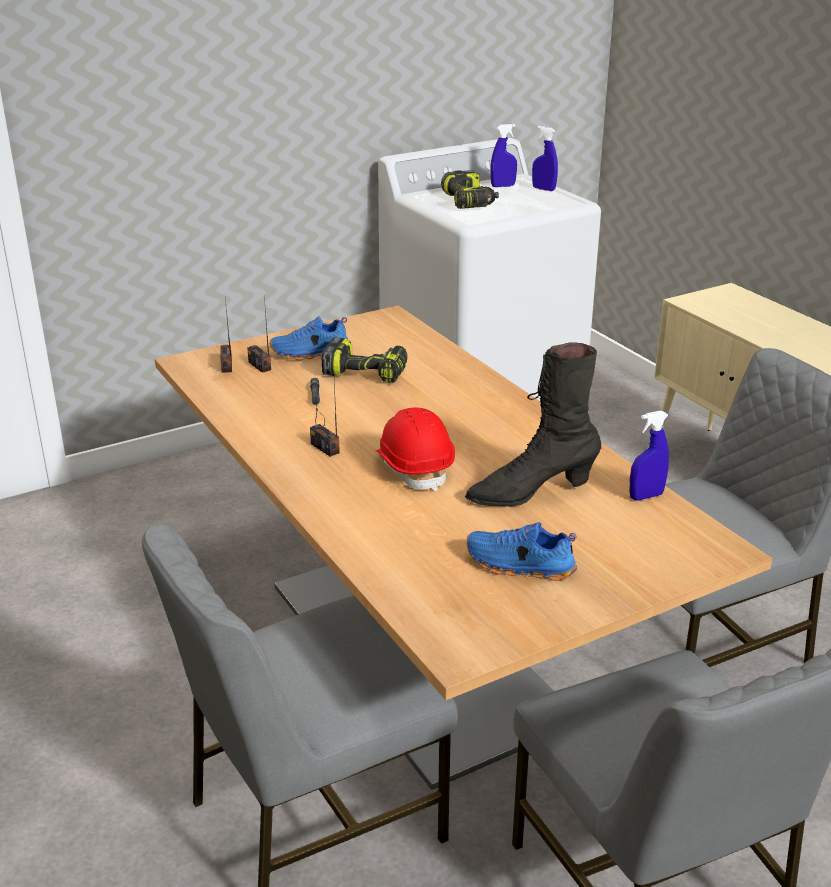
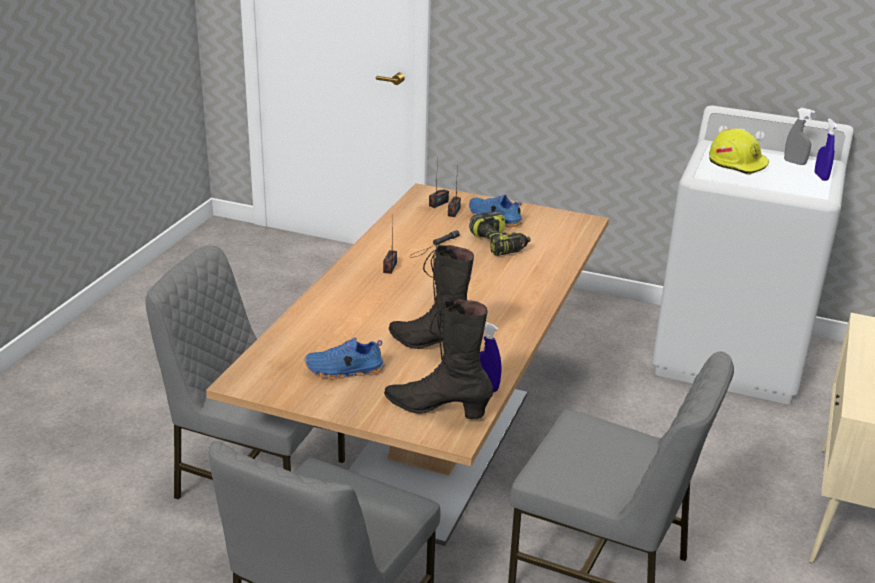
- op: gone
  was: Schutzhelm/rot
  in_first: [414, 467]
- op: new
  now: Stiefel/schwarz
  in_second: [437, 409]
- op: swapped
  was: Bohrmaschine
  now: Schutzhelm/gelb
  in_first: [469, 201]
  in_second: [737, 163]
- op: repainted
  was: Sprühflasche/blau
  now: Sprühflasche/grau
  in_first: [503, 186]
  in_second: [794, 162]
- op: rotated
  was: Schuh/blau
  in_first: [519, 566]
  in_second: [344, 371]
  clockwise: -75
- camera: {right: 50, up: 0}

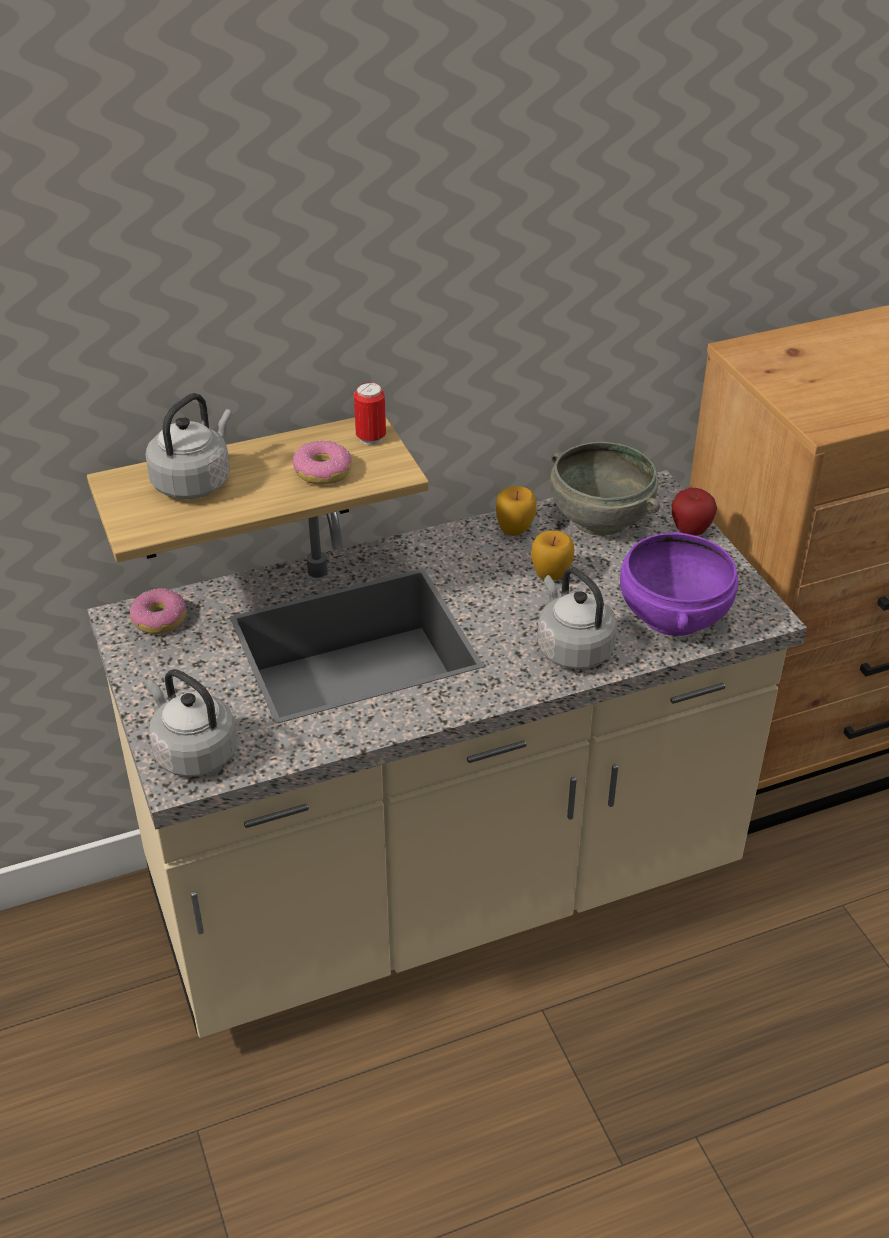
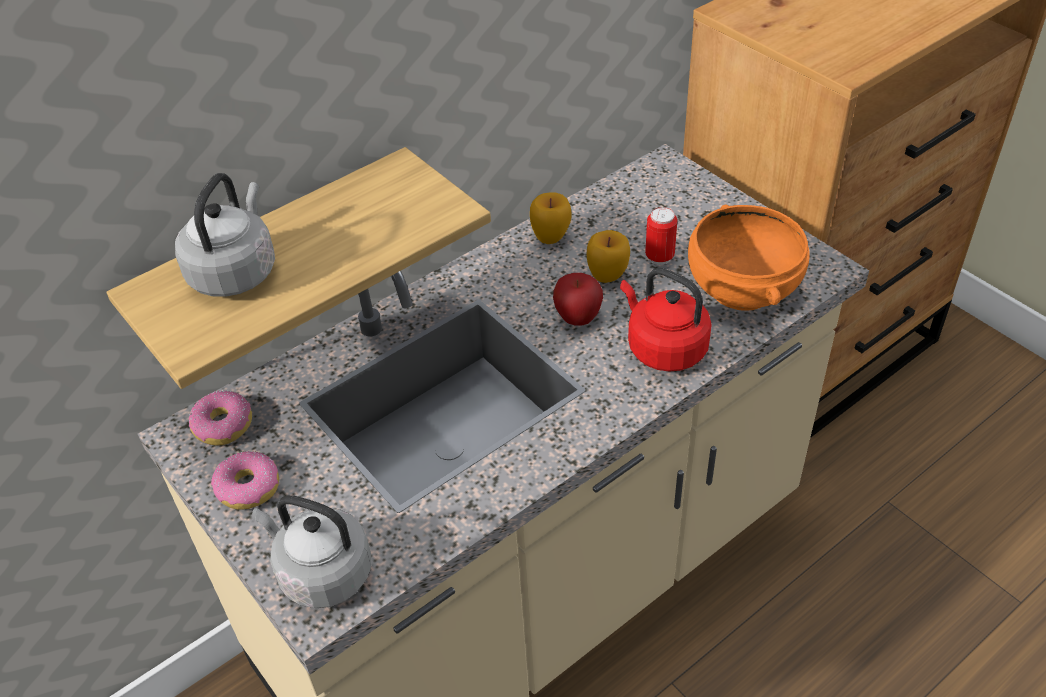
- op: gone
  was: Schüssel/grau
  in_first: [599, 518]
- op: shifted
  was: Donut
  in_first: [322, 472]
  in_second: [248, 488]
- op: shifted
  was: Dose
  in_first: [371, 438]
  in_second: [659, 257]
- op: shifted
  was: Apfel
  in_first: [690, 531]
  in_second: [578, 318]
- op: repainted
  was: Wasserkessel/grau
  now: Wasserkessel/rot
  in_first: [572, 648]
  in_second: [663, 348]
- op: repainted
  was: Schüssel/lila
  now: Schüssel/orange
  in_first: [671, 615]
  in_second: [741, 289]
- camera: {right: -15, up: 5}

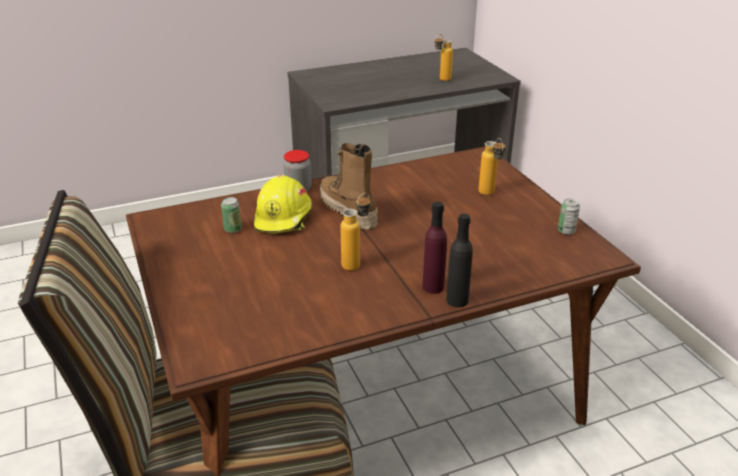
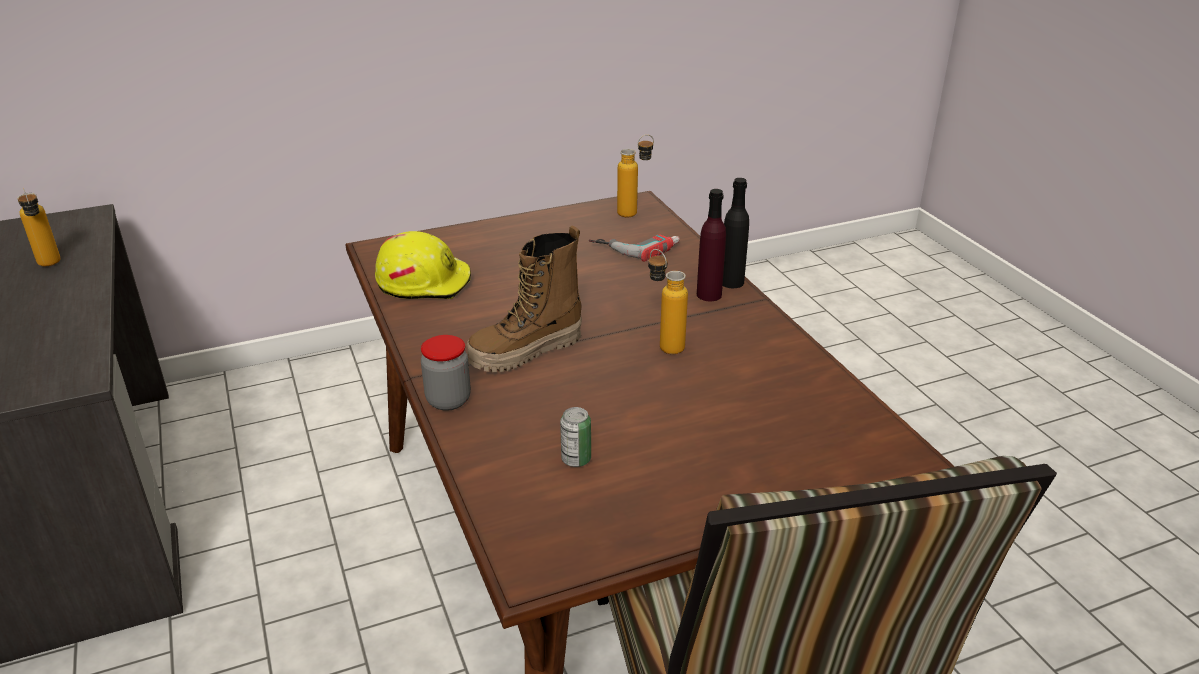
- op: gone
  was: Dose
  in_first: [566, 231]
- op: new
  now: Bohrmaschine
  in_second: [635, 246]
- op: shifted
  was: Schutzhelm/gelb
  in_first: [284, 218]
  in_second: [424, 282]
- op: shifted
  was: Flasche
  in_first: [489, 195]
  in_second: [634, 212]
- camera: {right: -90, up: 0}

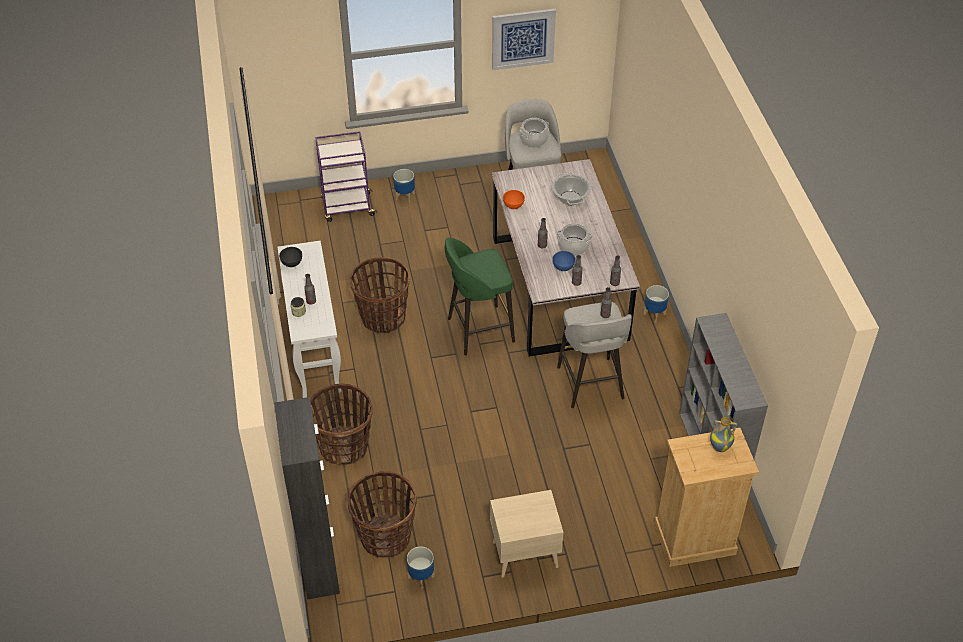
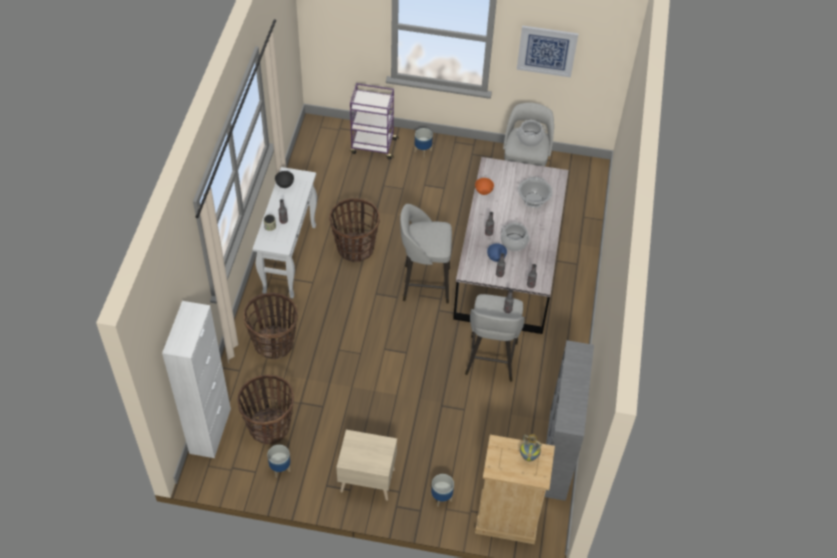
- op: shifted
  was: Pflanzkübel
  in_first: [654, 314]
  in_second: [441, 497]
- op: repainted
  was: Schrank/schwarz
  now: Schrank/weiß
  in_first: [319, 566]
  in_second: [210, 431]
- op: repainted
  was: Hocker/grün
  now: Hocker/grau
  in_first: [478, 330]
  in_second: [424, 284]
- camera: {right: 20, up: 5}

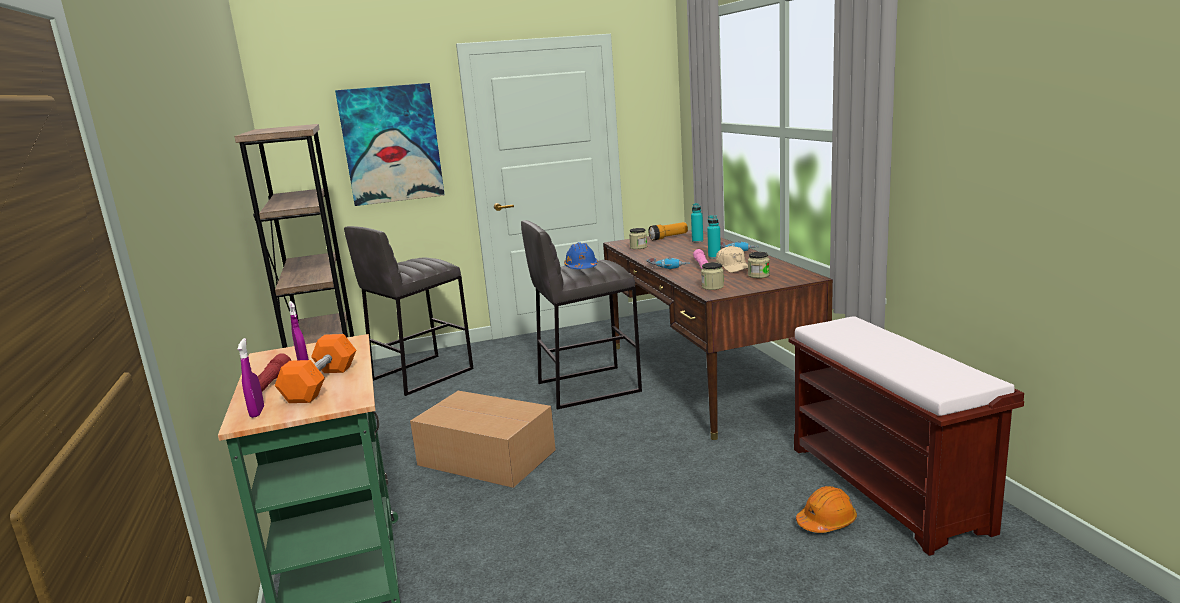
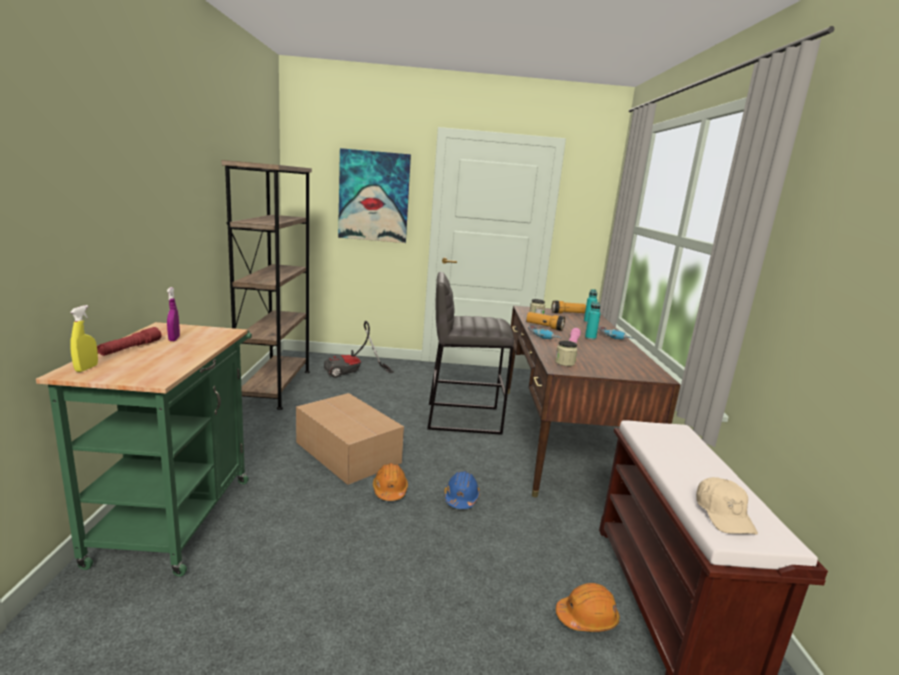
- op: gone
  was: Hantel/orange
  in_first: [321, 384]
- op: gone
  was: Vorratsglas
  in_first: [758, 275]
- op: new
  now: Schutzhelm/orange
  in_second: [390, 490]
- op: new
  now: Taschenlampe
  in_second: [544, 327]
- op: shifted
  was: Schutzhelm/blau
  in_first: [581, 267]
  in_second: [461, 498]
- op: shifted
  was: Kappe/beige
  in_first: [733, 267]
  in_second: [723, 514]
- op: swapped
  was: Hocker/grau
  now: Staubsauger
  in_first: [421, 374]
  in_second: [353, 373]
- op: repainted
  was: Sprühflasche/lila
  now: Sprühflasche/gelb
  in_first: [257, 412]
  in_second: [86, 368]
- camera: {right: 15, up: 0}

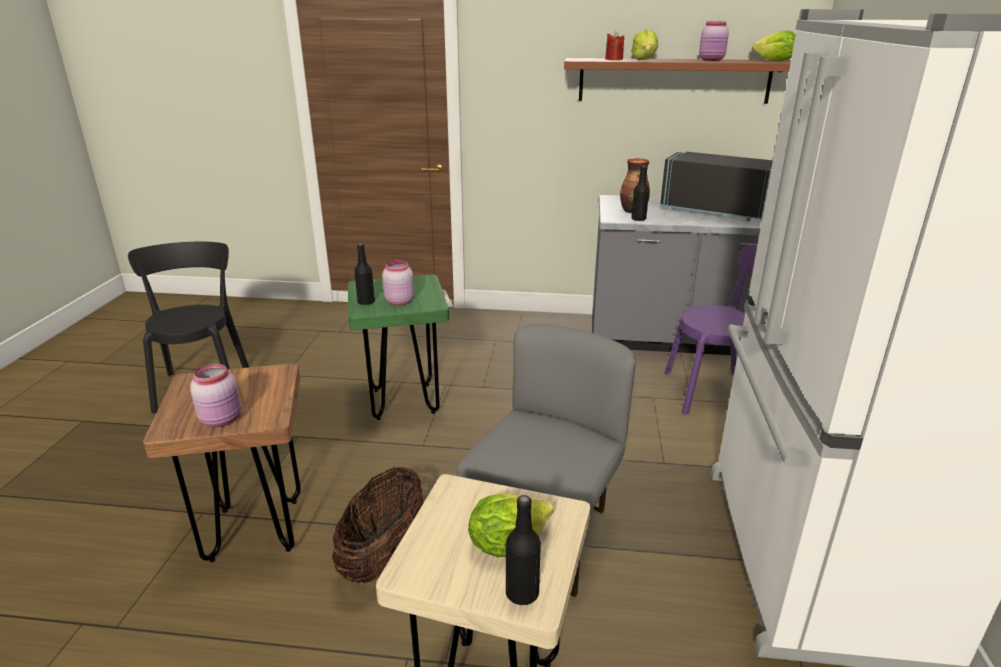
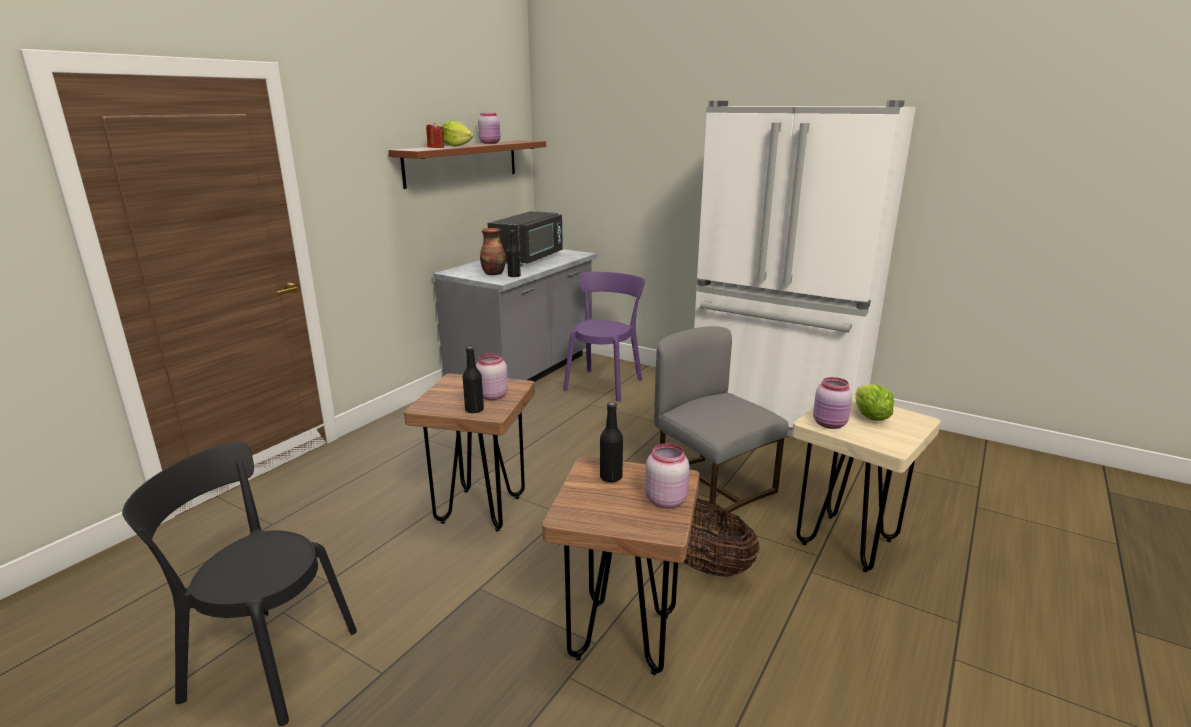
- op: gone
  was: Salatkopf
  in_first: [775, 61]
- op: new
  now: Vorratsglas/rosa
  in_second: [830, 424]
- op: shifted
  was: Flasche/schwarz
  in_first: [522, 593]
  in_second: [611, 477]
- op: repainted
  was: Hocker/grün
  now: Hocker/braun
  in_first: [404, 401]
  in_second: [481, 509]
- op: rotated
  was: Mikrowelle/schwarz
  in_first: [716, 210]
  in_second: [529, 259]
  clockwise: 150
- camera: {right: -65, up: -5}

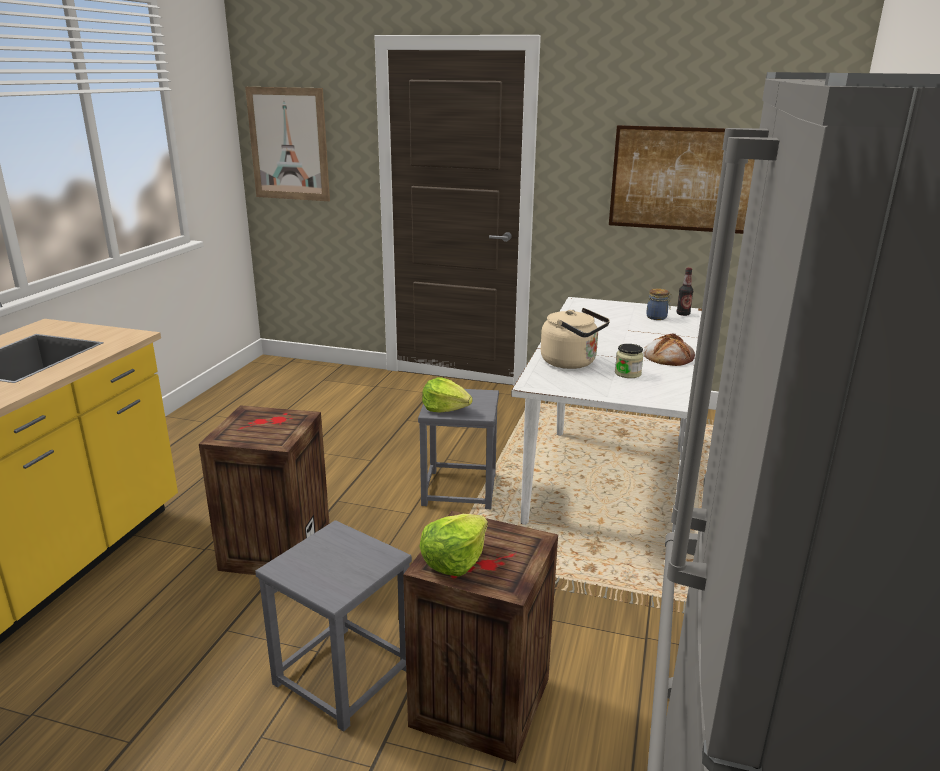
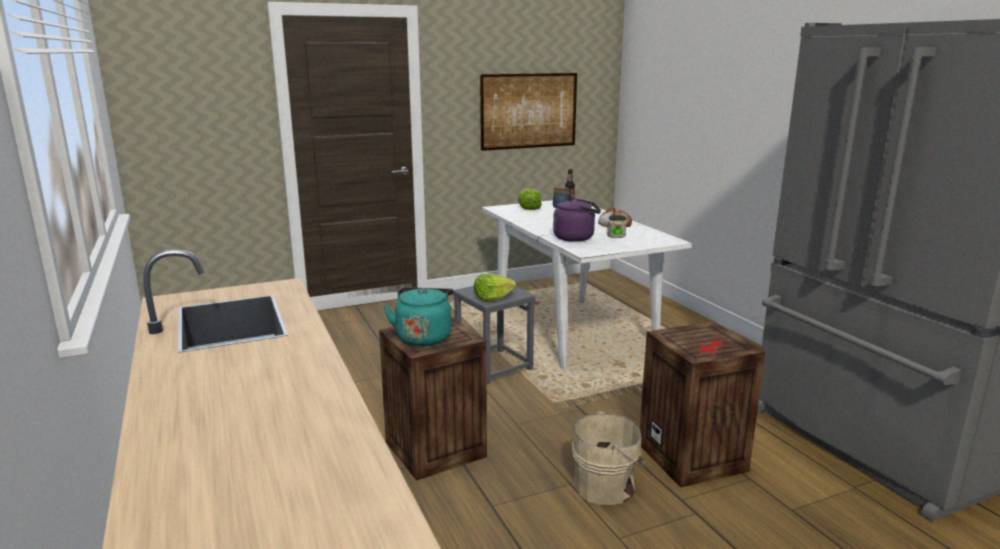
- op: gone
  was: Bild
  in_first: [288, 144]
- op: new
  now: Wasserkessel/türkis
  in_second: [424, 337]
- op: shifted
  was: Salatkopf
  in_first: [454, 560]
  in_second: [529, 208]
- op: swapped
  was: Hocker/grau
  now: Eimer/beige
  in_first: [343, 676]
  in_second: [607, 486]
- op: repainted
  was: Wasserkessel/beige
  now: Wasserkessel/lila
  in_first: [572, 363]
  in_second: [576, 238]
- camera: {right: -40, up: -5}

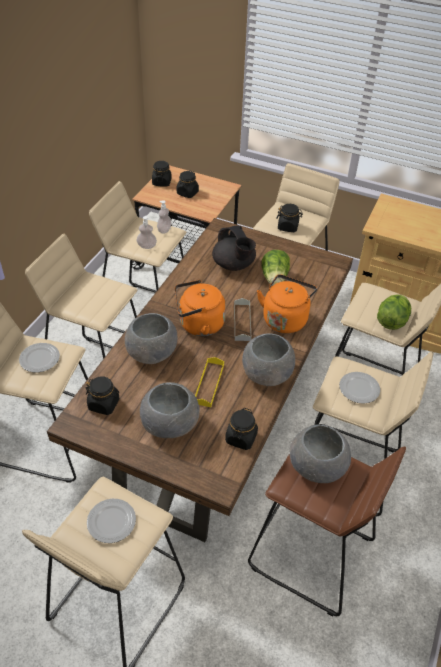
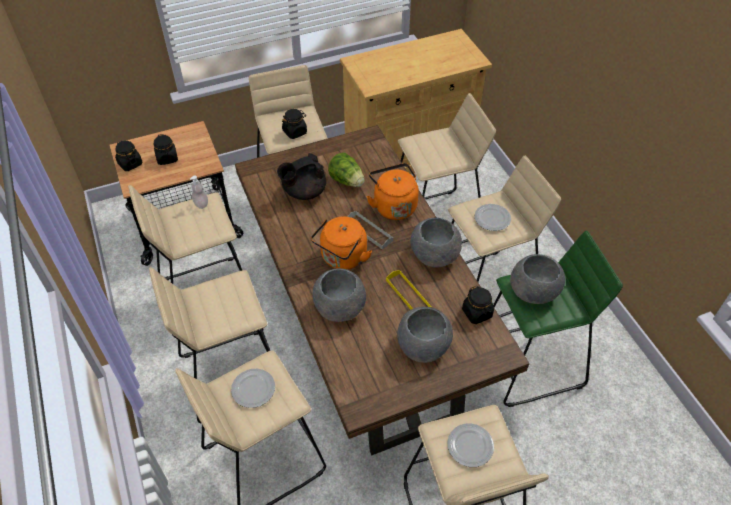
- op: gone
  was: Vorratsglas/schwarz
  in_first: [104, 404]
- op: gone
  was: Seifenspender
  in_first: [146, 246]
- op: gone
  was: Salatkopf
  in_first: [391, 321]
- op: repainted
  was: Hocker/braun
  now: Hocker/grün
  in_first: [311, 555]
  in_second: [530, 363]
- op: rotated
  was: Teekanne/schwarz
  in_first: [234, 265]
  in_second: [303, 192]
  clockwise: 135
- camera: {right: -45, up: 5}

